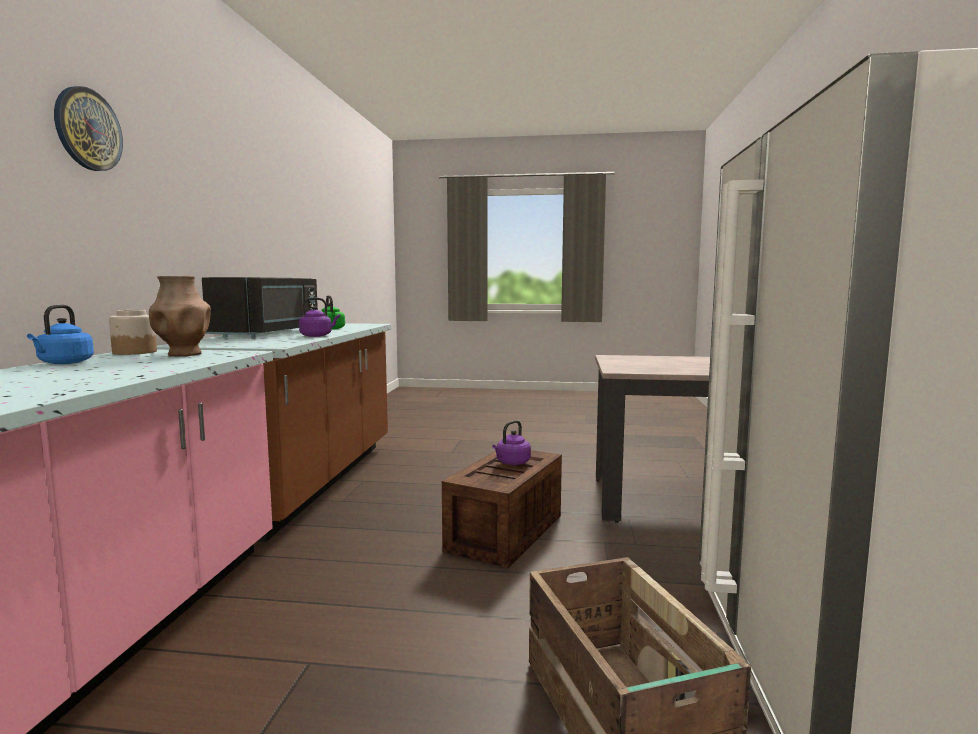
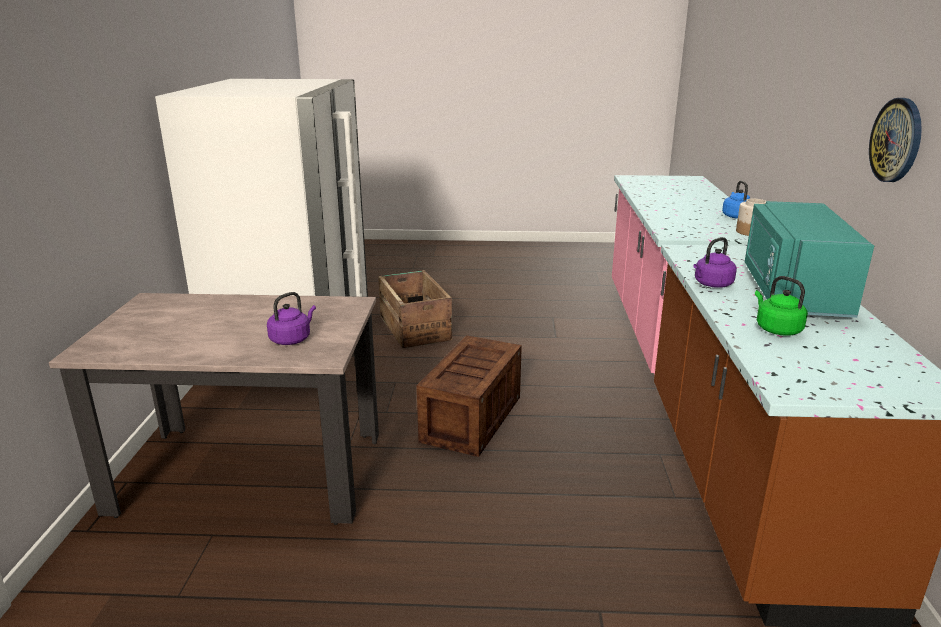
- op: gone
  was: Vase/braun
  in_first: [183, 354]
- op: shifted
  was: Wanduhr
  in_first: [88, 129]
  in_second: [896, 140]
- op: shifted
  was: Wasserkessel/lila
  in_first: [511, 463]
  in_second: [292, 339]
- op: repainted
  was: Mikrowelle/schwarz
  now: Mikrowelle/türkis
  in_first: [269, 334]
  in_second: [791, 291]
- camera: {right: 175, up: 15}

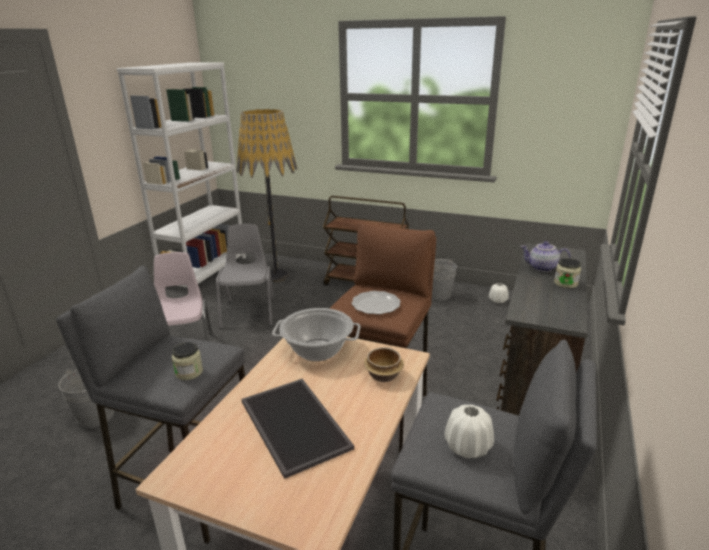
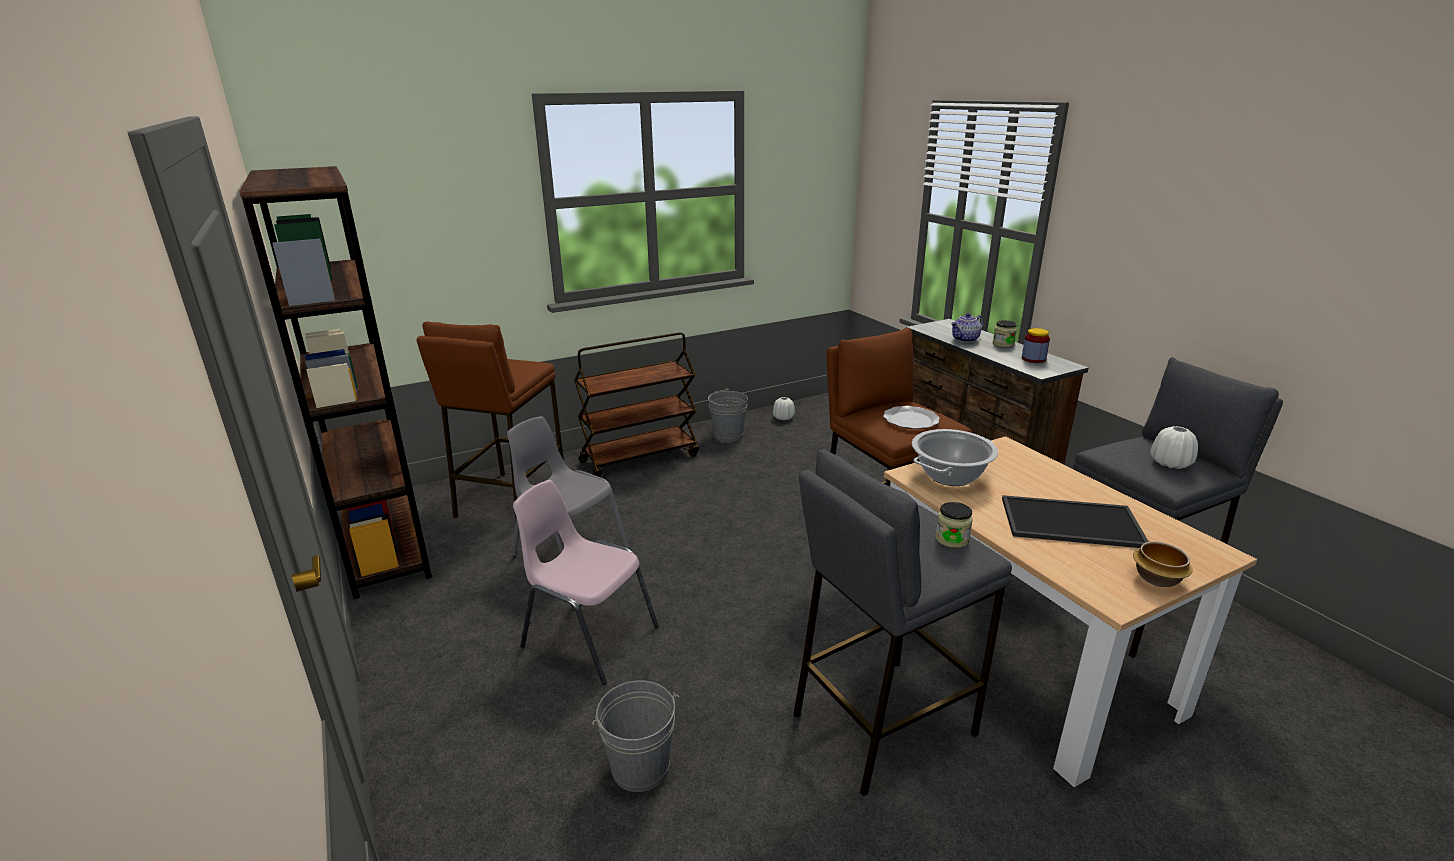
- op: new
  now: Vorratsglas
  in_second: [1033, 359]
- op: shifted
  was: Schüssel
  in_first: [384, 375]
  in_second: [1156, 578]
- op: swapped
  was: Stehlampe
  now: Hocker/braun
  in_first: [276, 276]
  in_second: [510, 499]
- op: repainted
  was: Bücherregal/weiß
  now: Bücherregal/braun
  in_first: [206, 271]
  in_second: [384, 544]
- camera: {right: -50, up: 0}

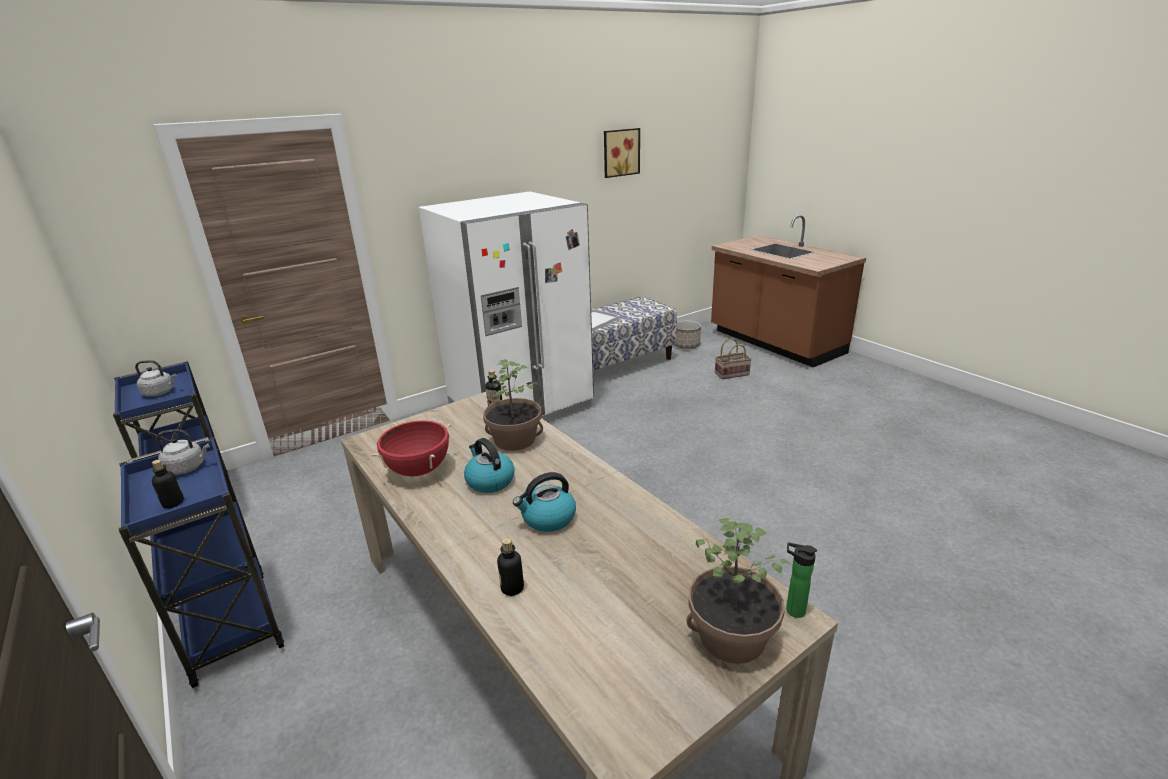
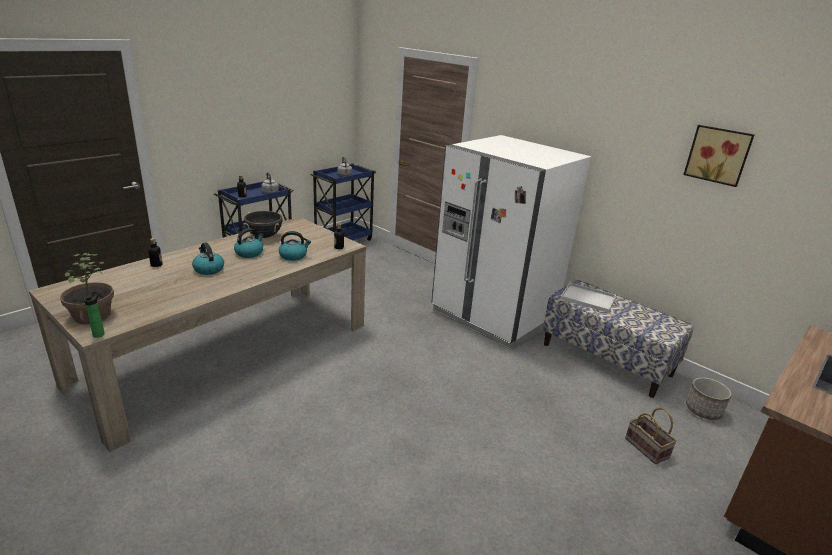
- op: swapped
  was: Topfpflanze
  now: Wasserkessel
  in_first: [514, 440]
  in_second: [293, 256]
- op: repainted
  was: Kochtopf/rot
  now: Kochtopf/schwarz
  in_first: [418, 470]
  in_second: [264, 236]
- camera: {right: 75, up: 0}

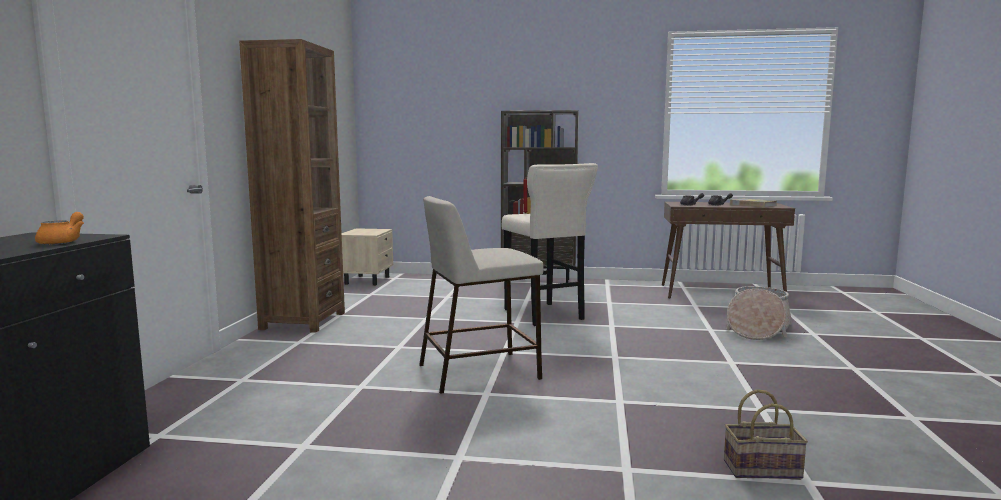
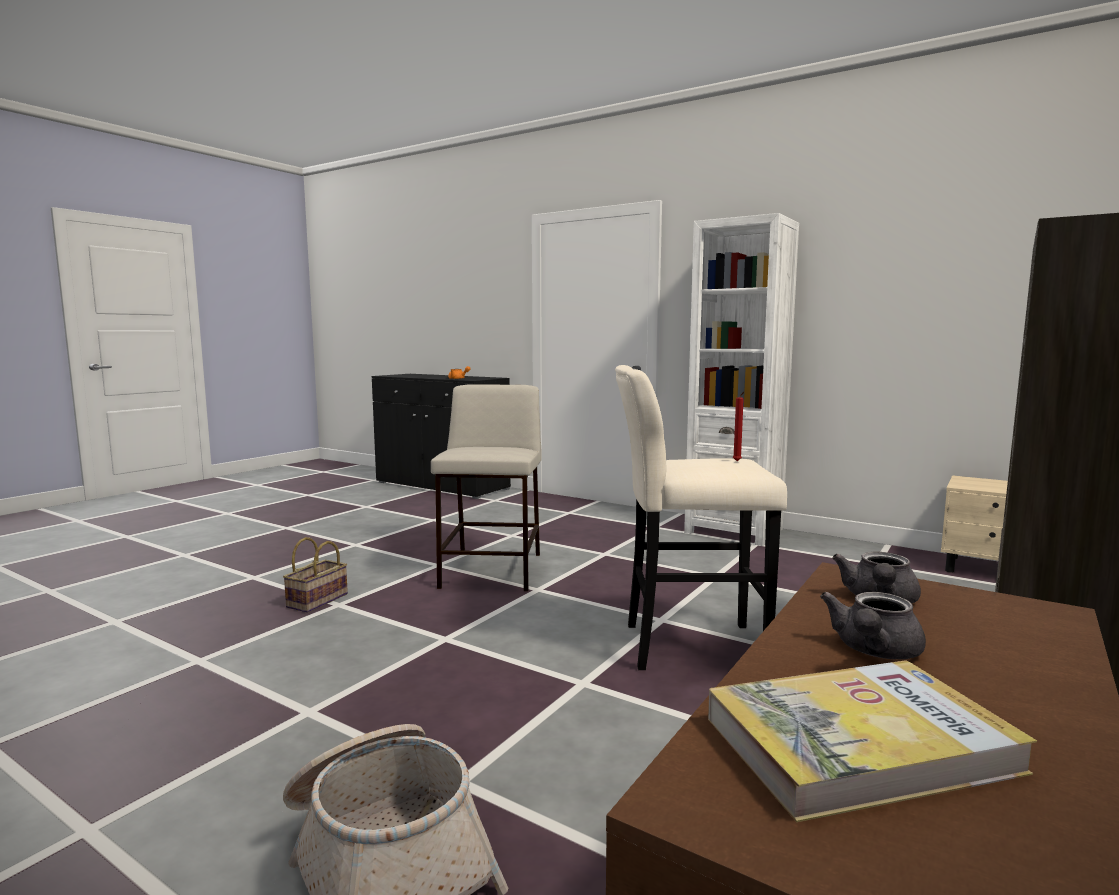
- op: shifted
  was: Korb
  in_first: [763, 468]
  in_second: [317, 601]
- op: repainted
  was: Bücherregal/braun
  now: Bücherregal/weiß
  in_first: [303, 321]
  in_second: [733, 531]
- camera: {right: 115, up: 0}

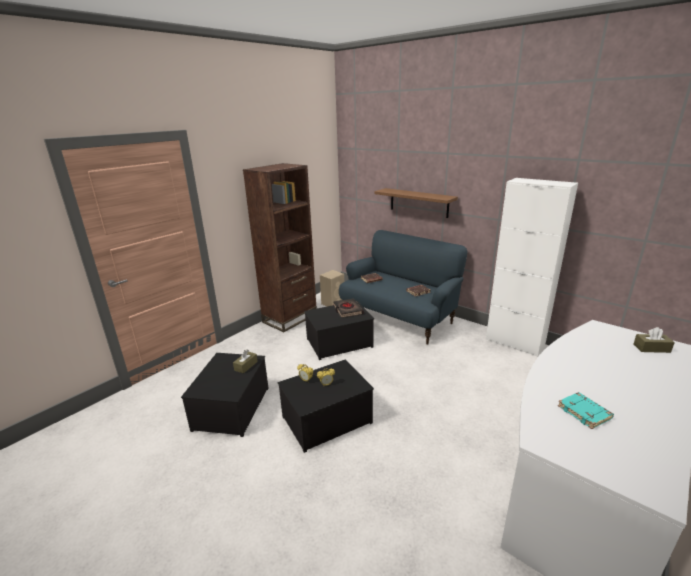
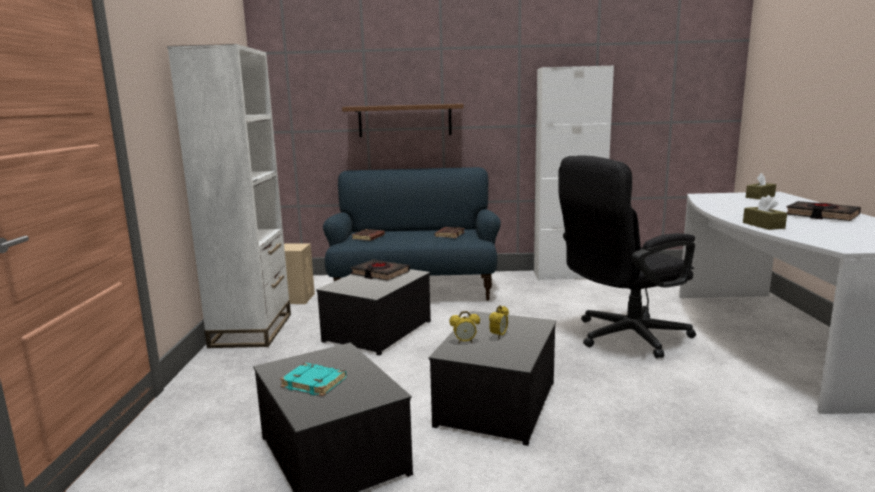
- op: new
  now: Bürostuhl/schwarz
  in_second: [622, 337]
- op: new
  now: Buch/schwarz
  in_second: [821, 215]
- op: shifted
  was: Taschentuchbox/braun
  in_first: [246, 366]
  in_second: [763, 225]
- op: shifted
  was: Buch/türkis
  in_first: [585, 413]
  in_second: [315, 383]
- op: repainted
  was: Bücherregal/braun
  now: Bücherregal/weiß
  in_first: [290, 318]
  in_second: [252, 330]
- camera: {right: -40, up: -10}

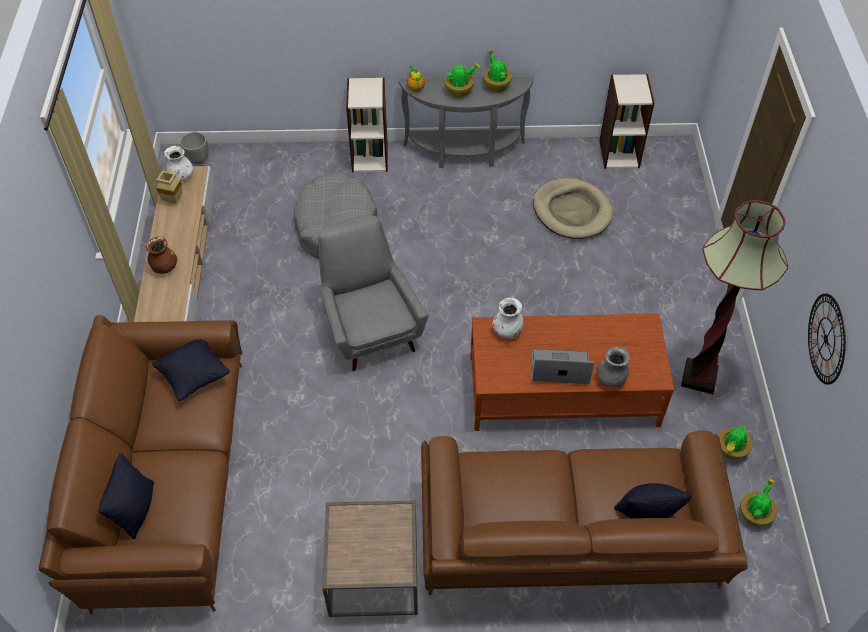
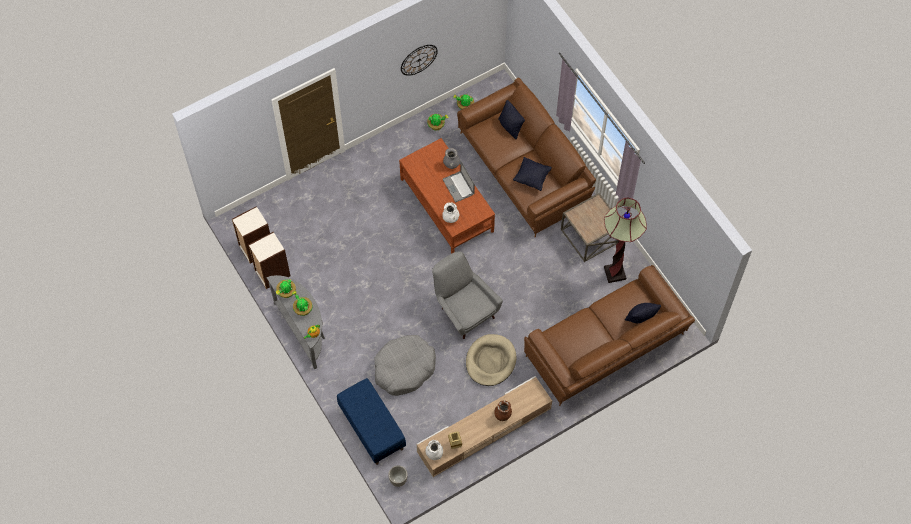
- op: new
  now: Bank/blau
  in_second: [371, 428]
- op: shifted
  was: Kissen/schwarz
  in_first: [194, 376]
  in_second: [532, 178]
- op: shifted
  was: Bücherregal
  in_first: [370, 157]
  in_second: [272, 273]
- op: shifted
  was: Hundebett/beige
  in_first: [572, 211]
  in_second: [490, 361]
- op: shifted
  was: Stehlampe
  in_first: [699, 377]
  in_second: [615, 273]
- op: rotated
  was: Sessel/grau
  in_first: [370, 328]
  in_second: [464, 309]
  clockwise: 105
- camera: {right: -120, up: 10}

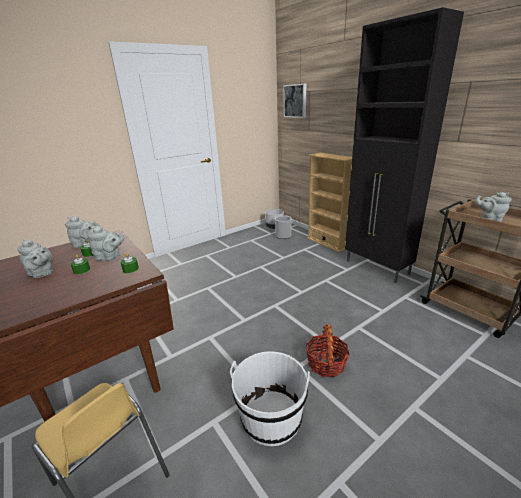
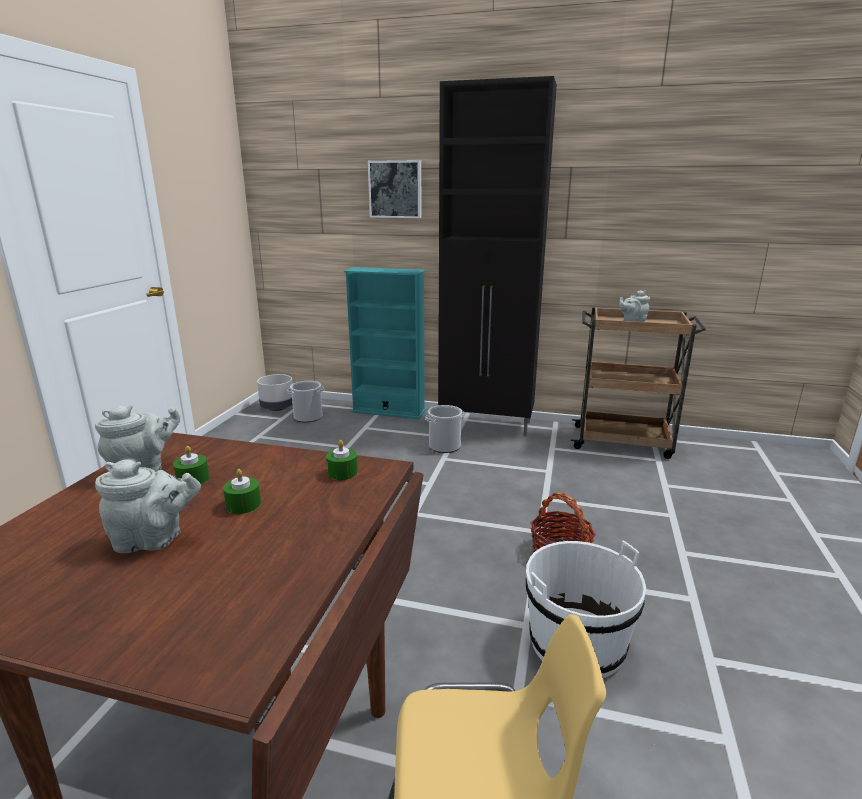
- op: gone
  was: Teekanne/grau
  in_first: [110, 257]
- op: new
  now: Eimer
  in_second: [444, 446]
- op: shifted
  was: Bild
  in_first: [295, 101]
  in_second: [395, 189]
- op: repainted
  was: Bücherregal/beige
  now: Bücherregal/türkis
  in_first: [327, 243]
  in_second: [388, 411]
- camera: {right: -40, up: -5}

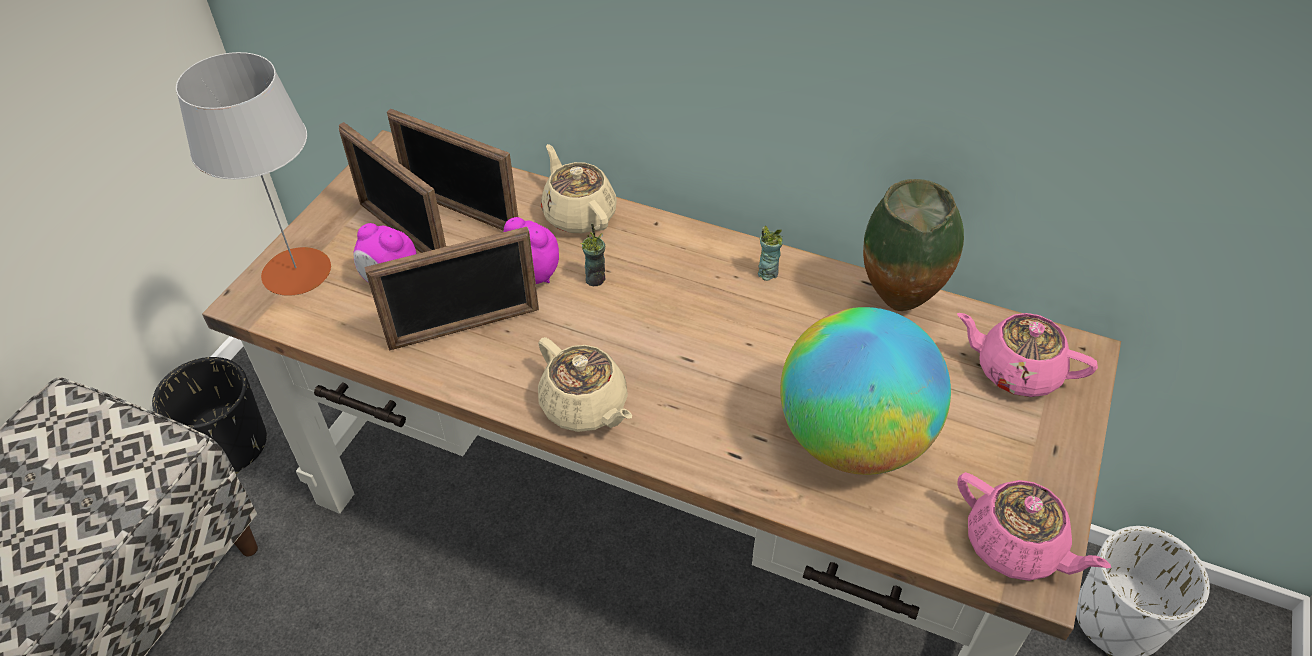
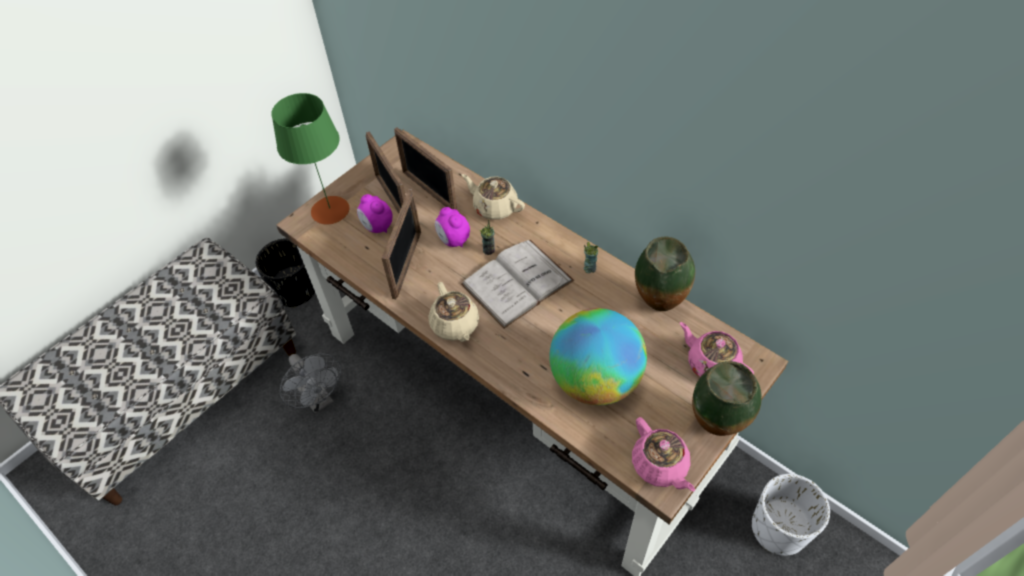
- op: new
  now: Ventilator/grau
  in_second: [319, 400]
- op: new
  now: Buch/weiß
  in_second: [517, 282]
- op: new
  now: Vase
  in_second: [716, 427]
- op: repainted
  was: Tischlampe/grau
  now: Tischlampe/grün
  in_first: [297, 271]
  in_second: [330, 210]
- op: rotated
  was: Bilderrahmen
  in_first: [464, 328]
  in_second: [407, 264]
  clockwise: -75
- op: rotated
  was: Teekanne/beige
  in_first: [578, 214]
  in_second: [494, 207]
  clockwise: -45
- camera: {right: 20, up: 5}

